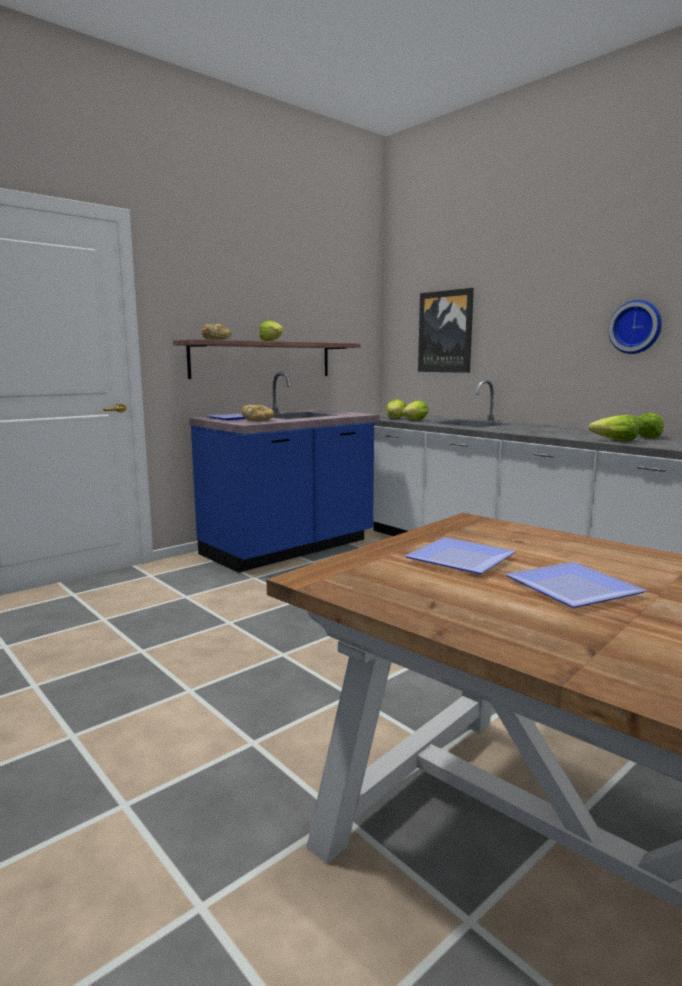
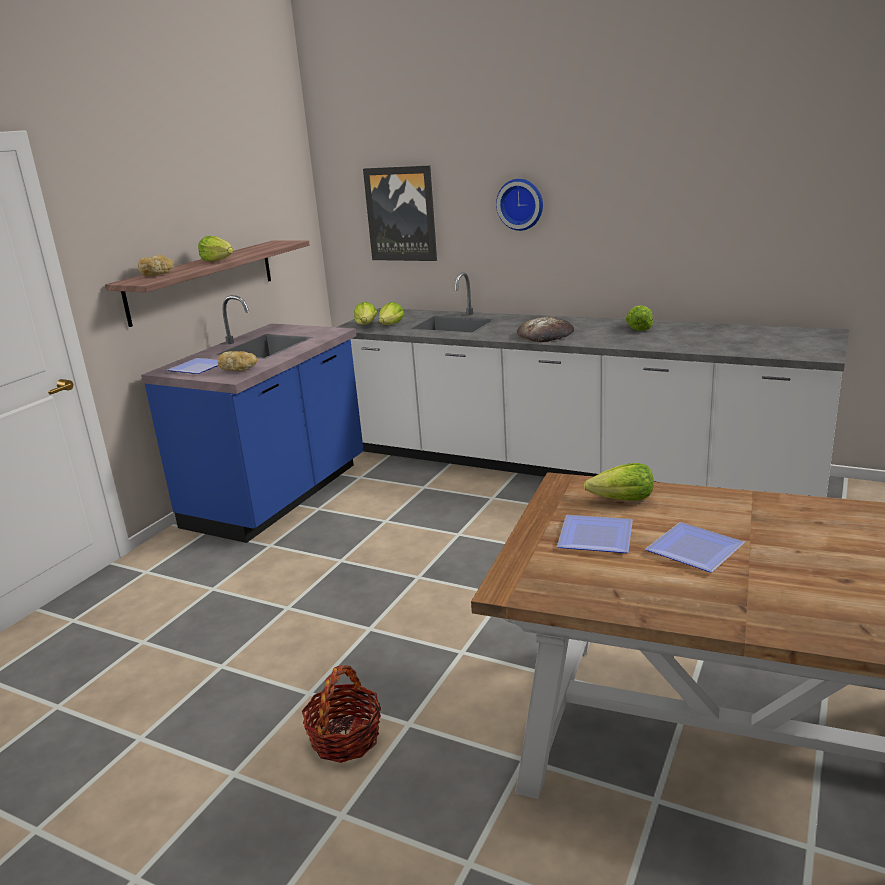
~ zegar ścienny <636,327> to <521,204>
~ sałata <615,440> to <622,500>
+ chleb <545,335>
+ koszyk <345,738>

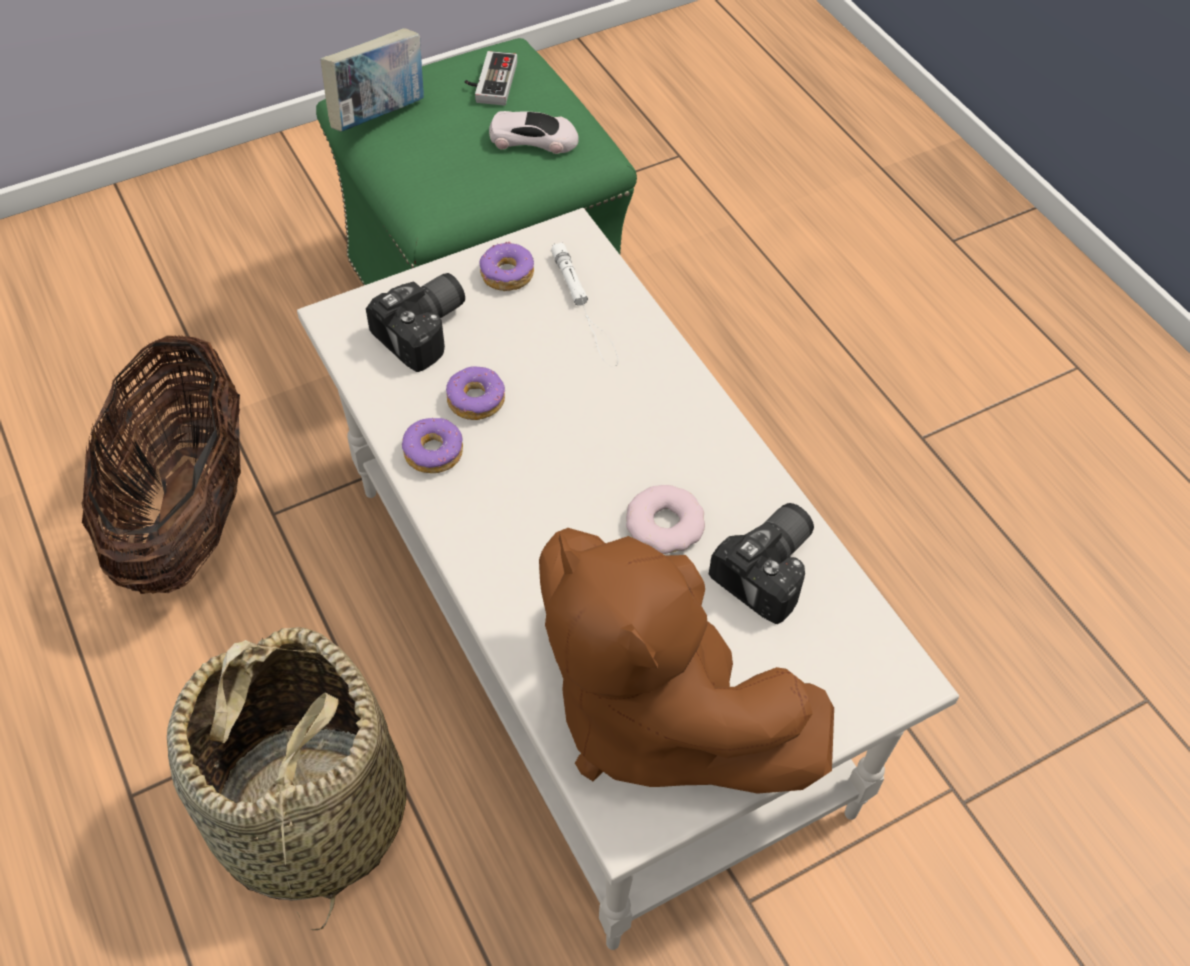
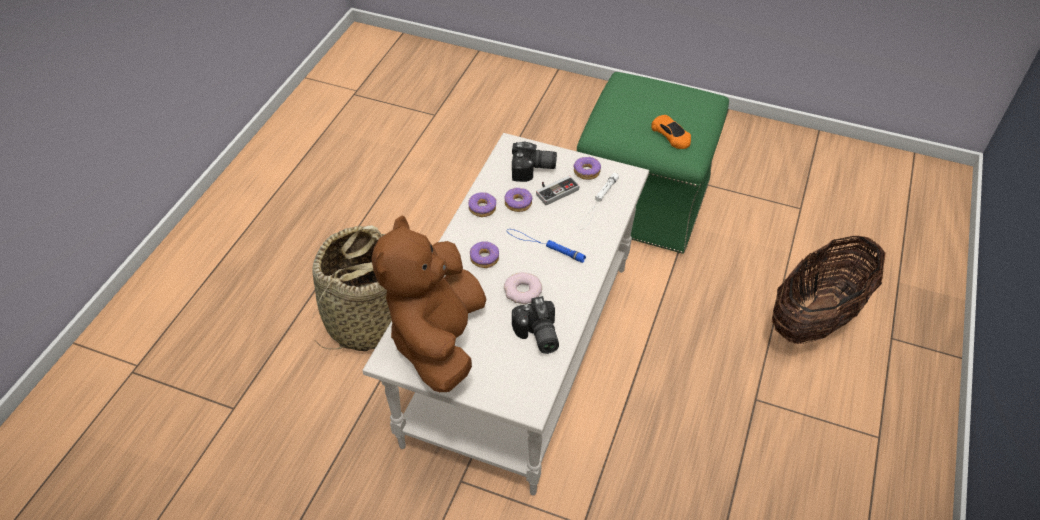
- książka <379,116>
~ pad do gier <489,82> to <555,190>
~ samochodzik (biały) <534,139> to samochodzik (pomarańczowy) <671,135>
~ koszyk <187,514> to <816,317>
~ aparat fotograficzny <772,571> = <536,336> 75 degrees clockwise
+ latarka (niebieski) <544,245>
+ donut <485,258>

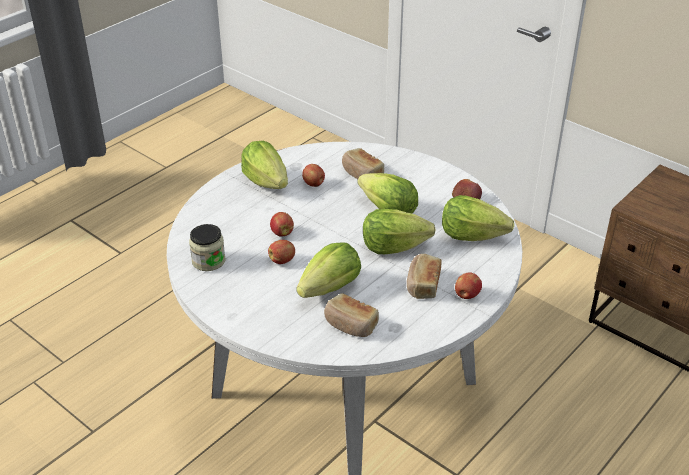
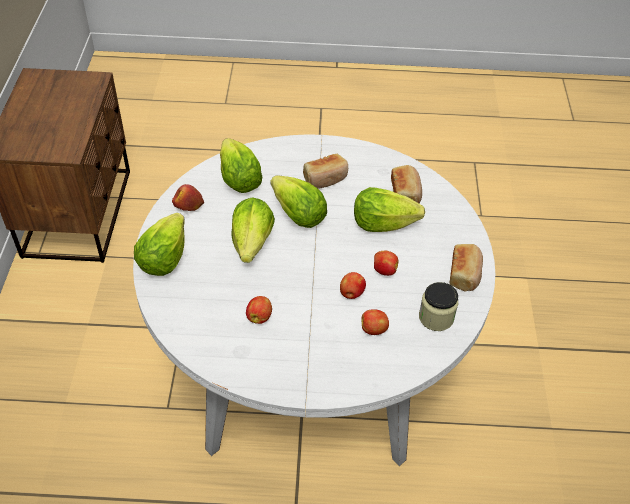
~ sałata <266,182> to <163,259>
~ chleb <362,173> to <465,274>
~ jabłko <466,295> to <374,329>

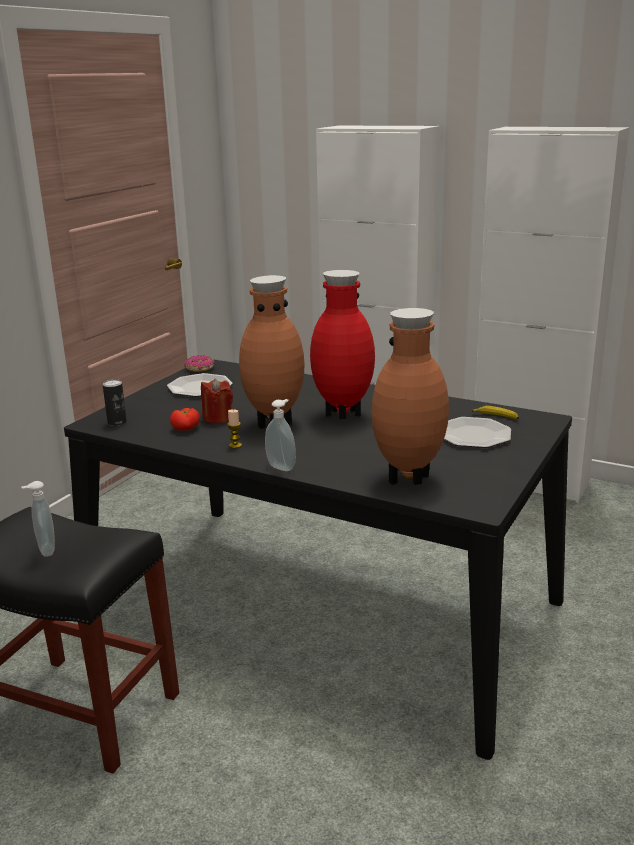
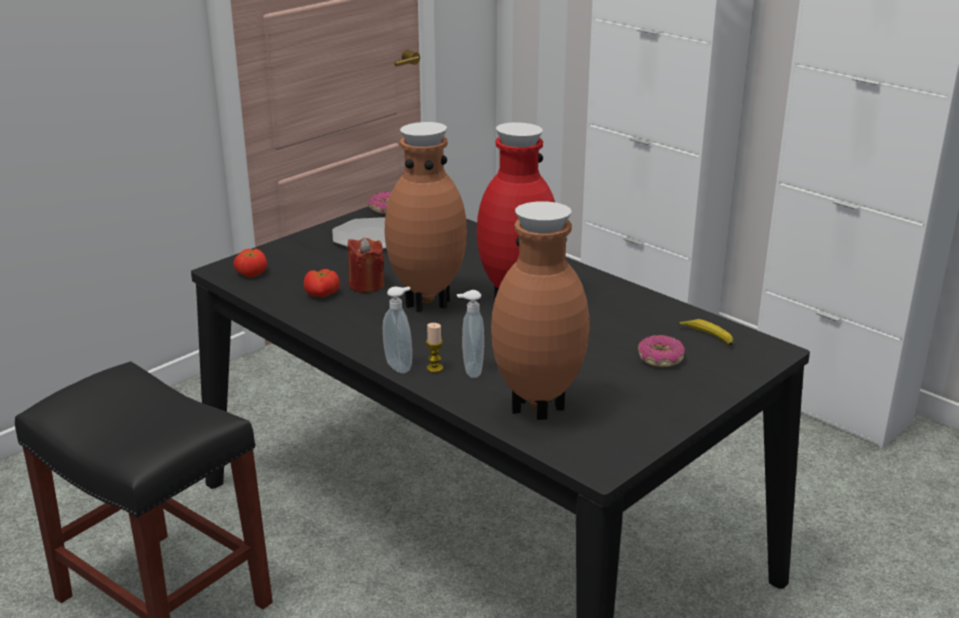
~ puszka <117,422> to pomidor <251,273>
~ świeca <235,445> to <435,368>
~ talerz <473,435> to donut <660,359>
~ dozownik mydła <45,550> to <470,370>

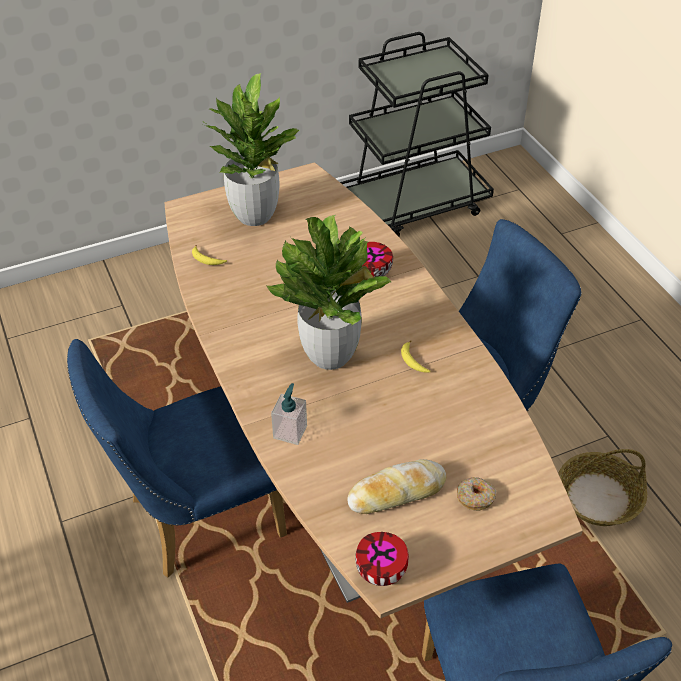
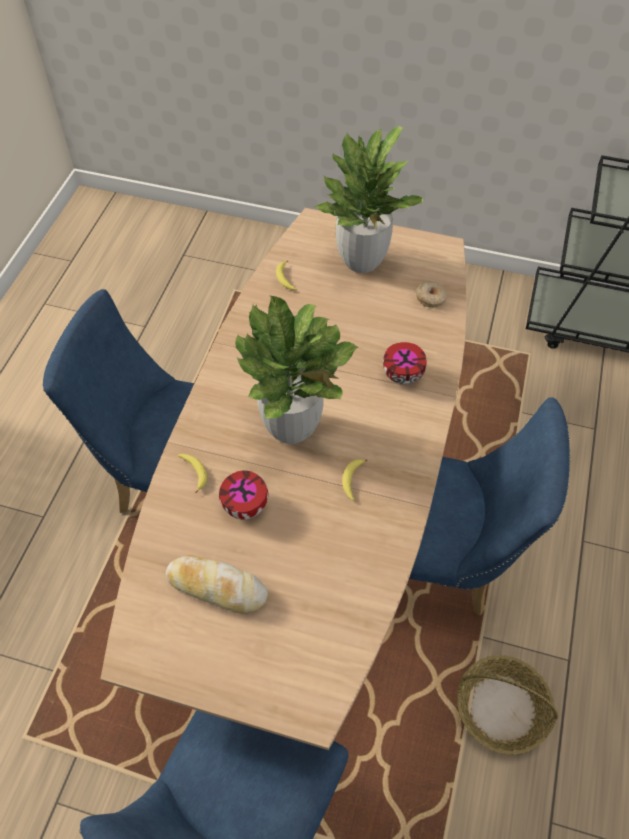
~ dozownik mydła <290,431> to banan <194,472>
~ donut <475,497> to <430,298>
~ miska <382,573> to <245,507>

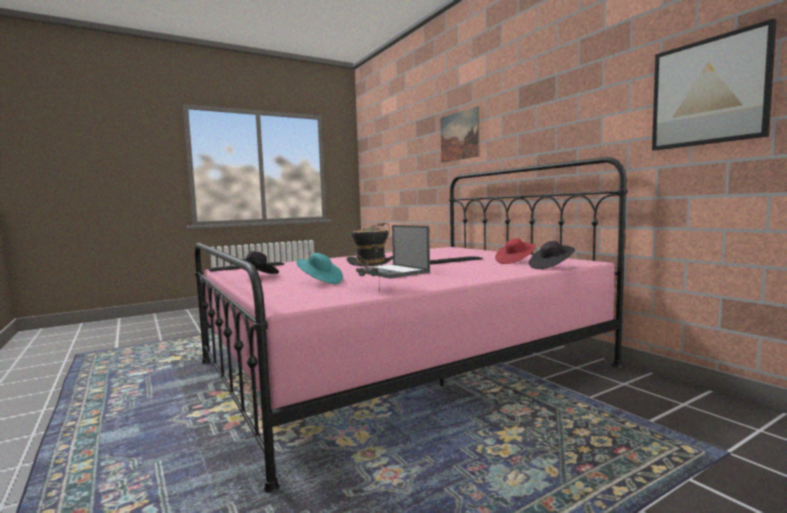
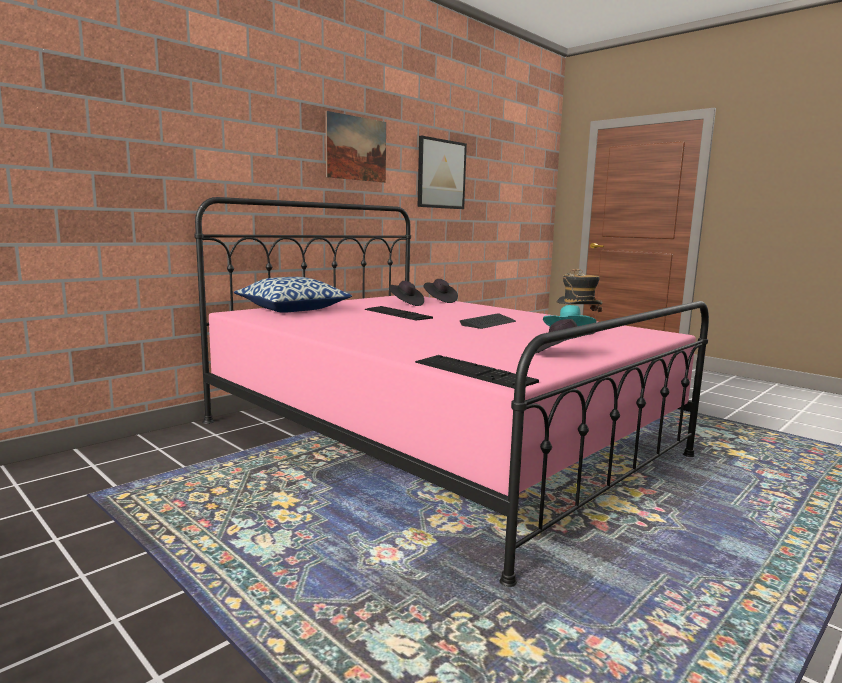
~ obraz <459,136> to <356,148>
~ laptop <393,272> to klawiatura <488,323>
~ kapelusz (czerwony) <515,262> to kapelusz (czarny) <405,304>
+ poduszka <292,310>

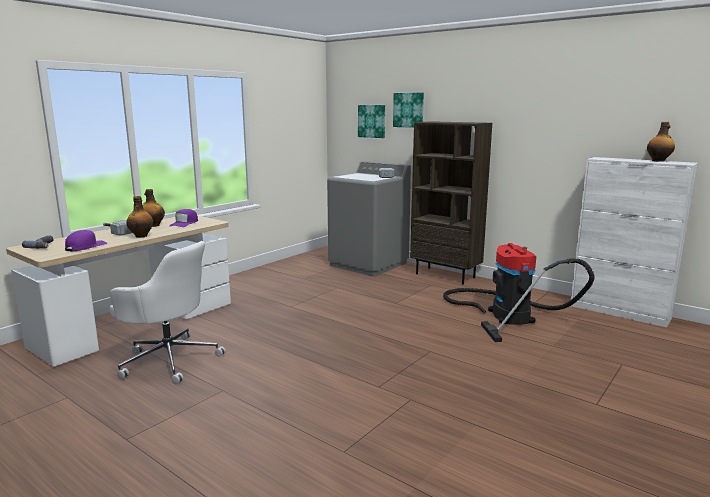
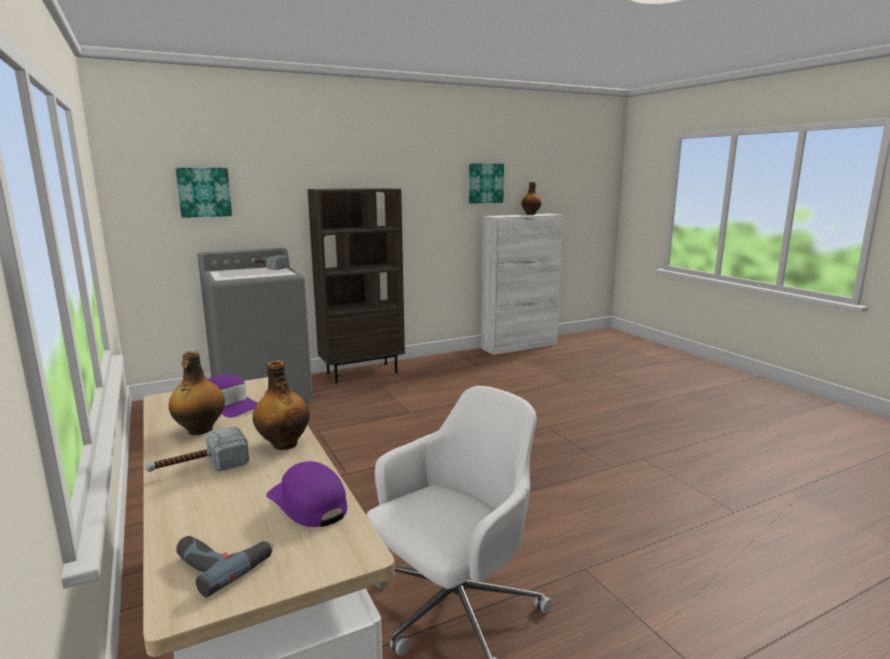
~ obraz <409,110> to <485,183>
- odkurzacz <507,314>

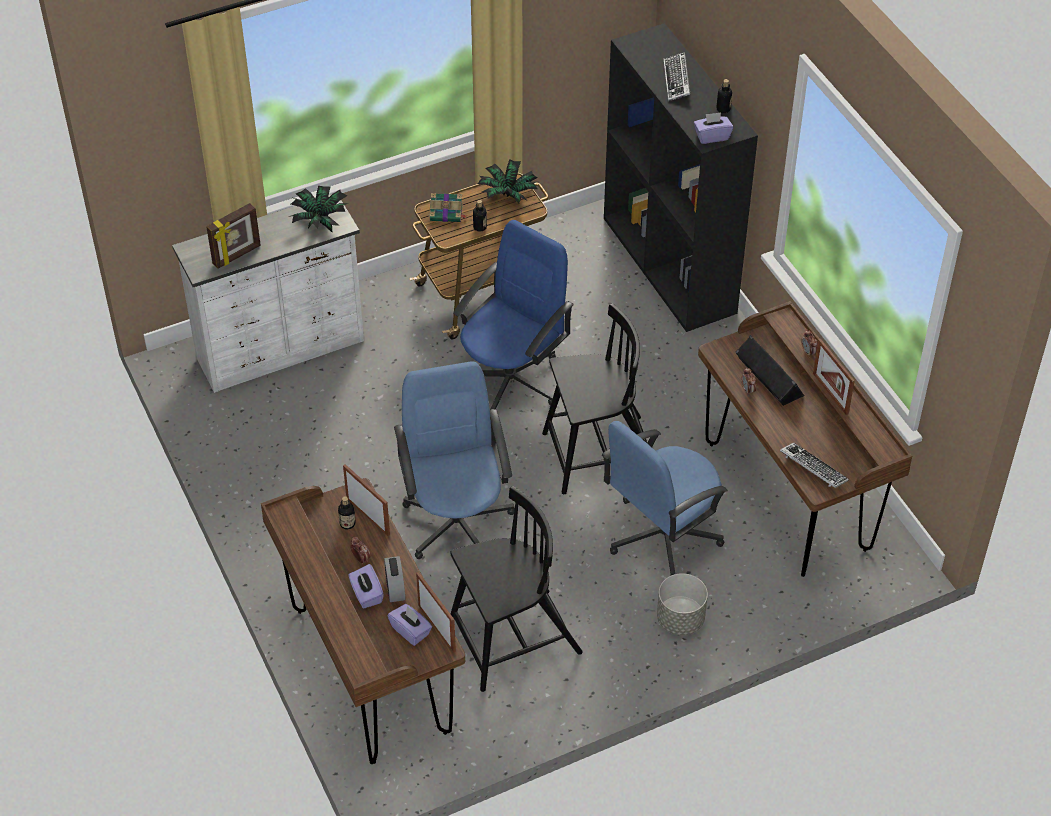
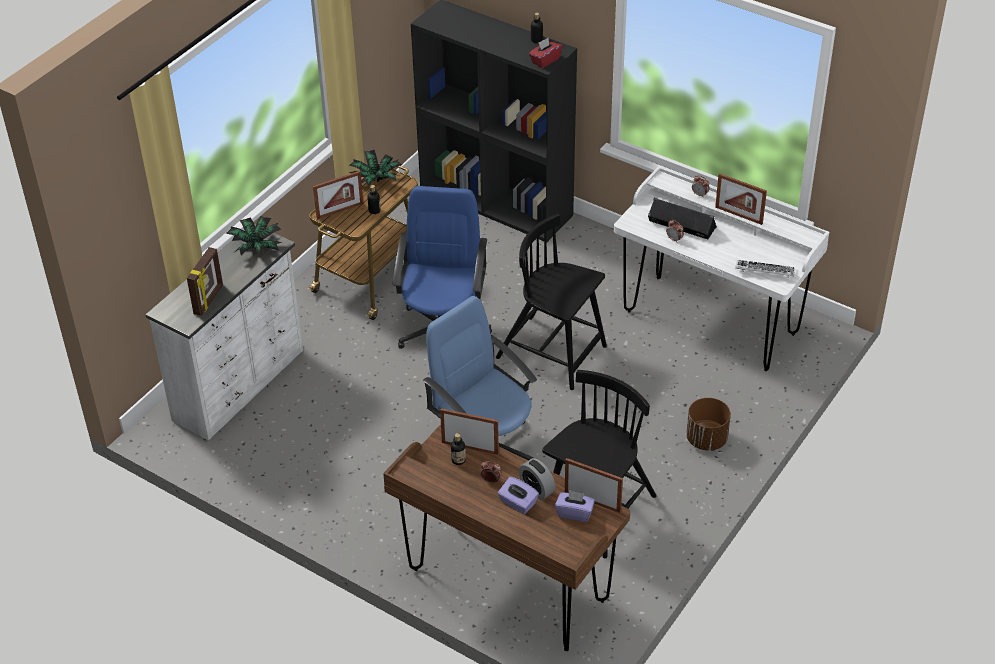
- klawiatura <676,80>
~ pudełko chusteczek (fioletowy) <712,136> to pudełko chusteczek (czerwony) <545,60>
~ książka <447,213> to ramka na zdjęcie <340,211>
~ biurko (brązowy) <787,496> to biurko (biały) <710,322>
~ krzesło (czarny) <598,454> = <553,353> 105 degrees counterclockwise
- krzesło biurowe (niebieski) <662,536>
~ donica (szary) <680,620> to donica (brązowy) <706,439>

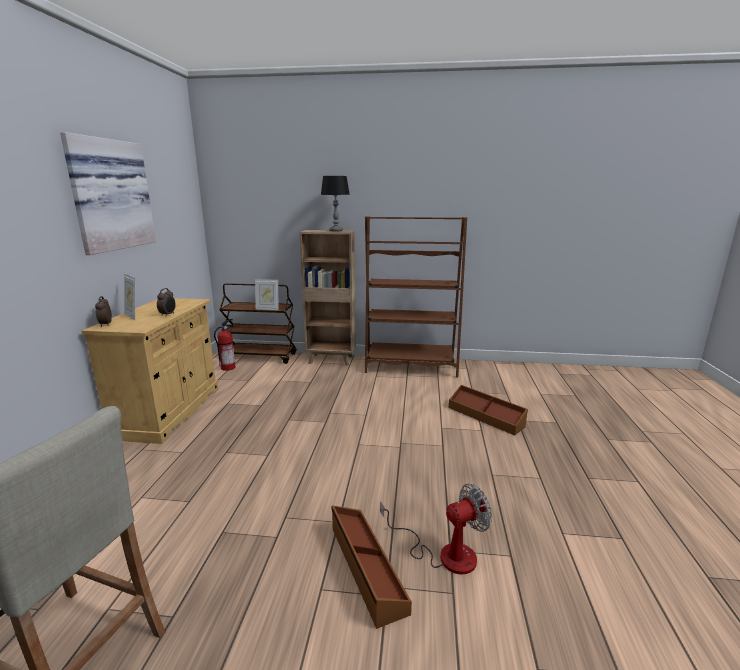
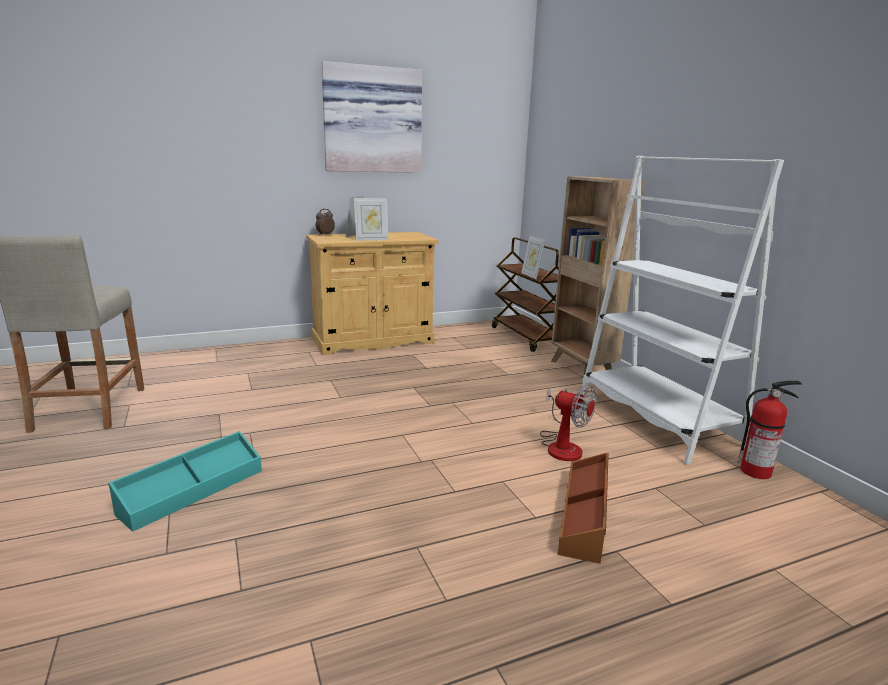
- lampa stołowa <336,231>
~ regał (brązowy) <410,366> to regał (biały) <656,419>
~ budzik <168,315> to ramka na zdjęcie <371,239>
~ gaśnica <228,367> to <756,471>
~ wentylator <444,553> to <562,445>
~ pojemnik do przechowywania (brązowy) <365,568> to pojemnik do przechowywania (turkusowy) <192,491>

